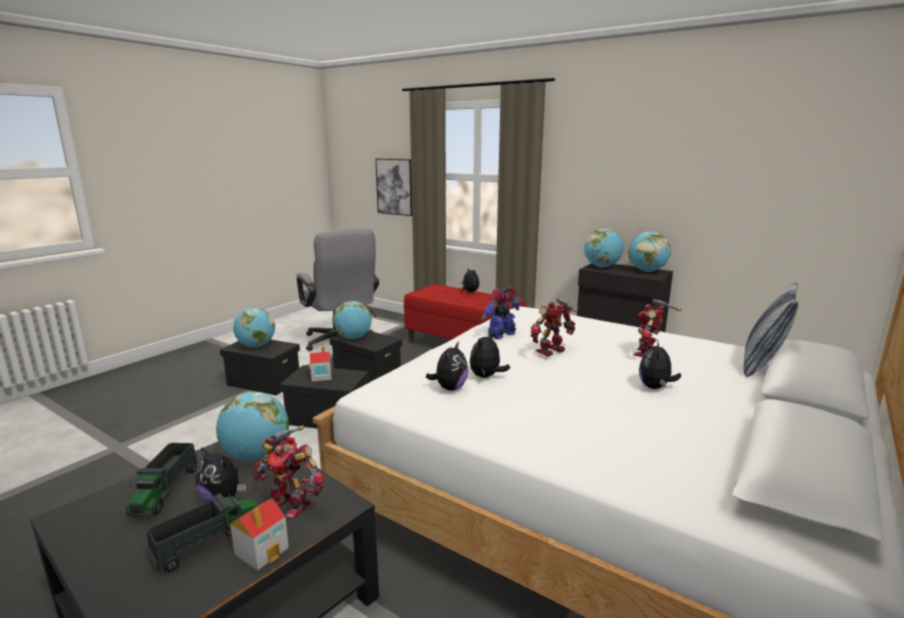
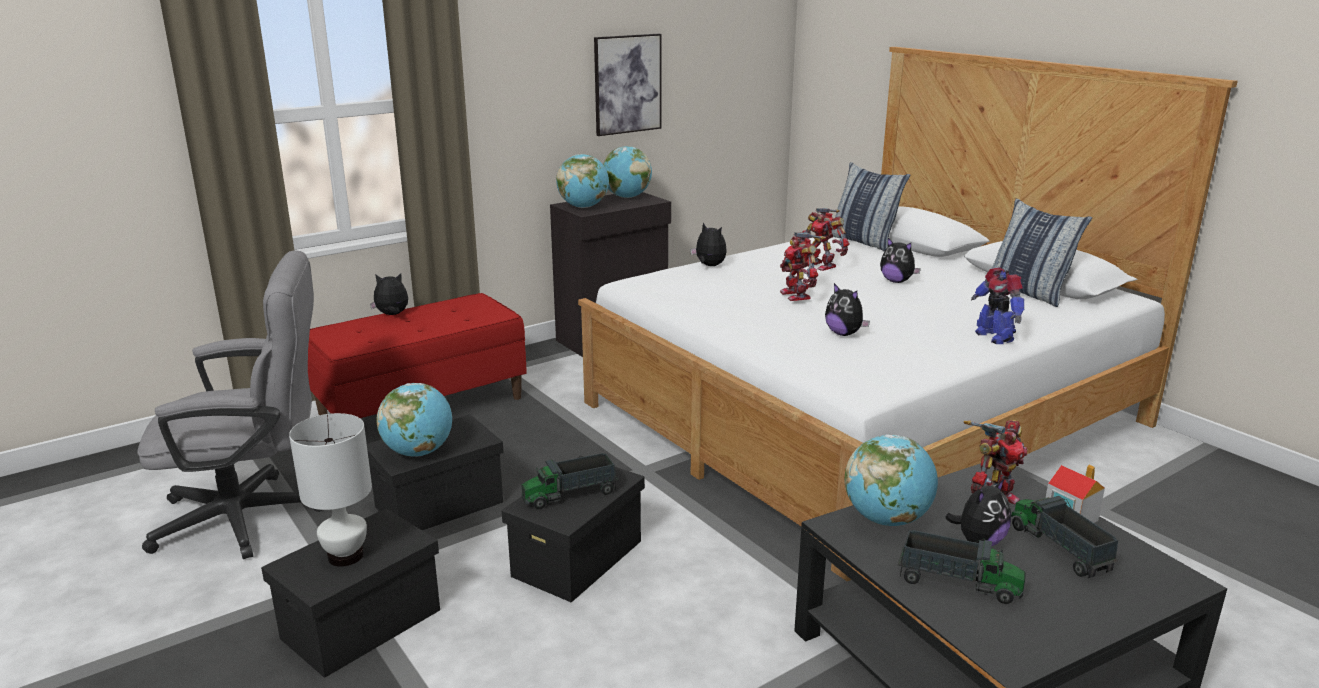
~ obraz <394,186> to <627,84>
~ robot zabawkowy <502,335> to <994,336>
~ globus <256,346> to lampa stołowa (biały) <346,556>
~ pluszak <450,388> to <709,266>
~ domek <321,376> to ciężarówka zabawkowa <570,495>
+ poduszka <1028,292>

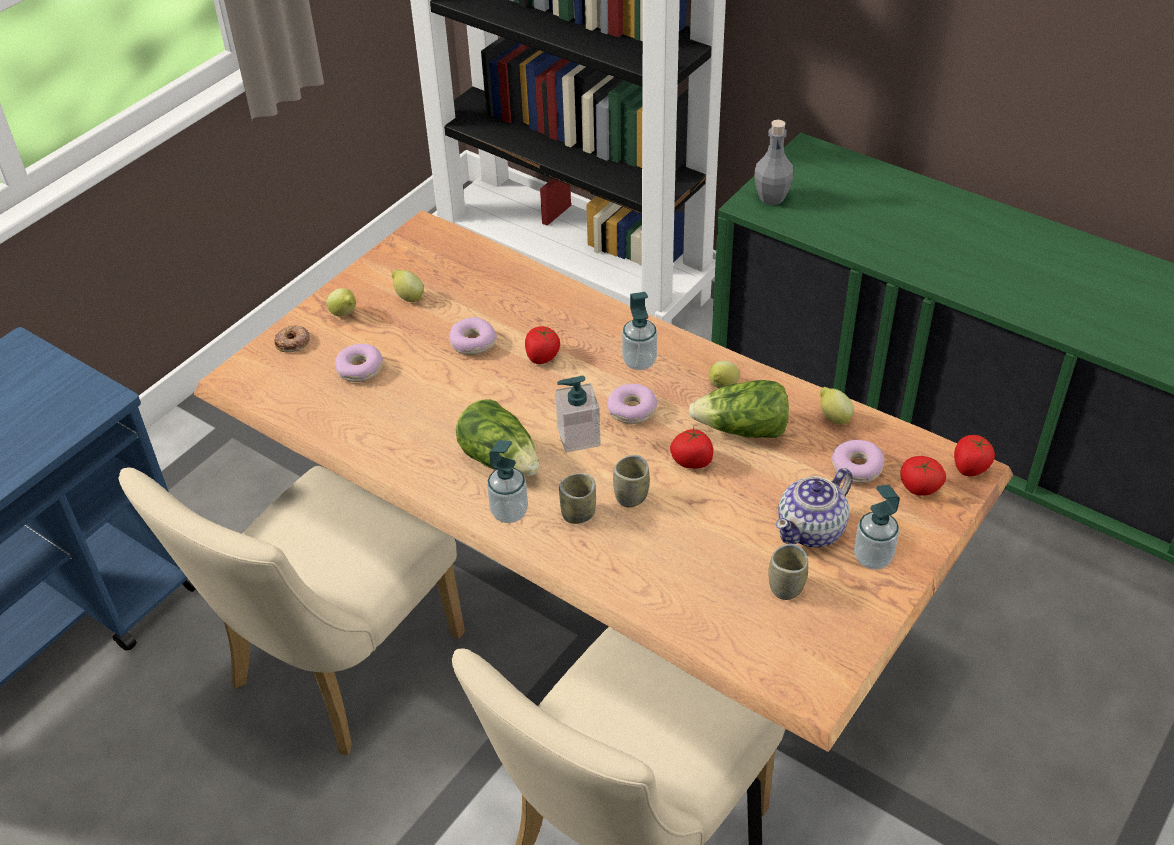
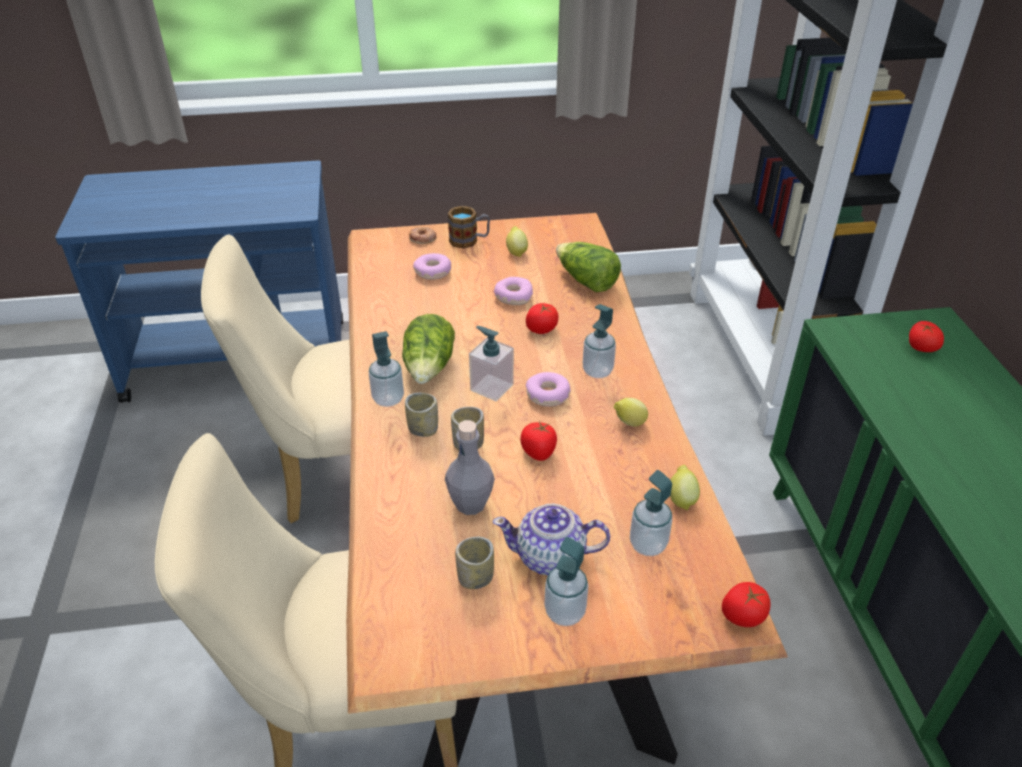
~ butelka (szary) <771,198> to <470,504>
~ cytryna <345,314> to kubek <469,240>
~ sałata <743,430> to <586,281>
~ donut <857,468> to dozownik mydła <648,544>
~ pomidor <919,487> to <921,348>

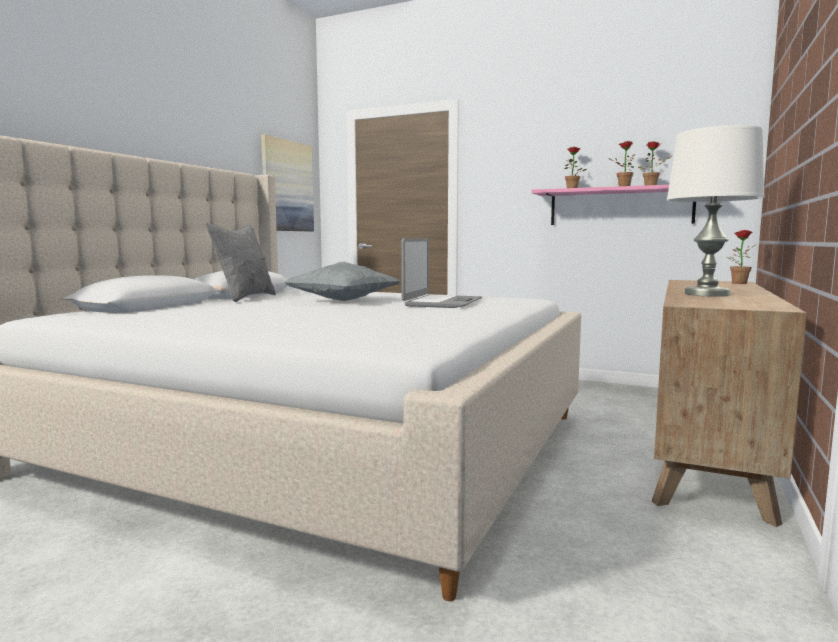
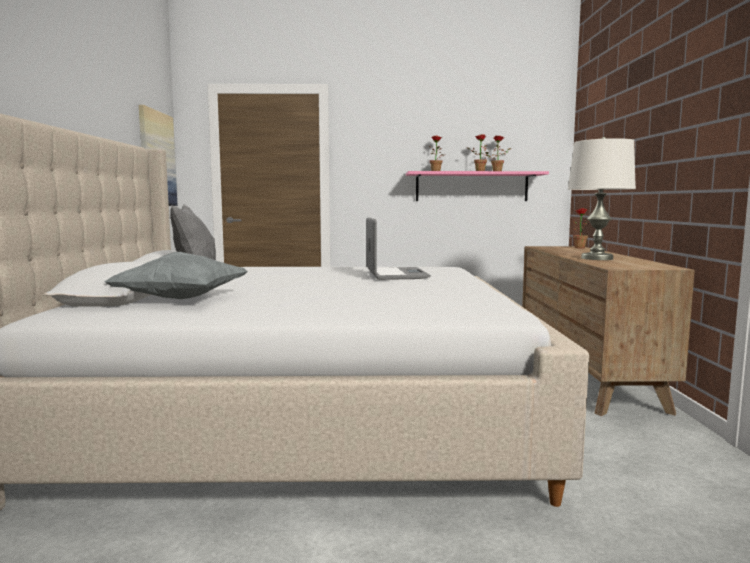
~ poduszka (szary) <344,301> to <182,299>

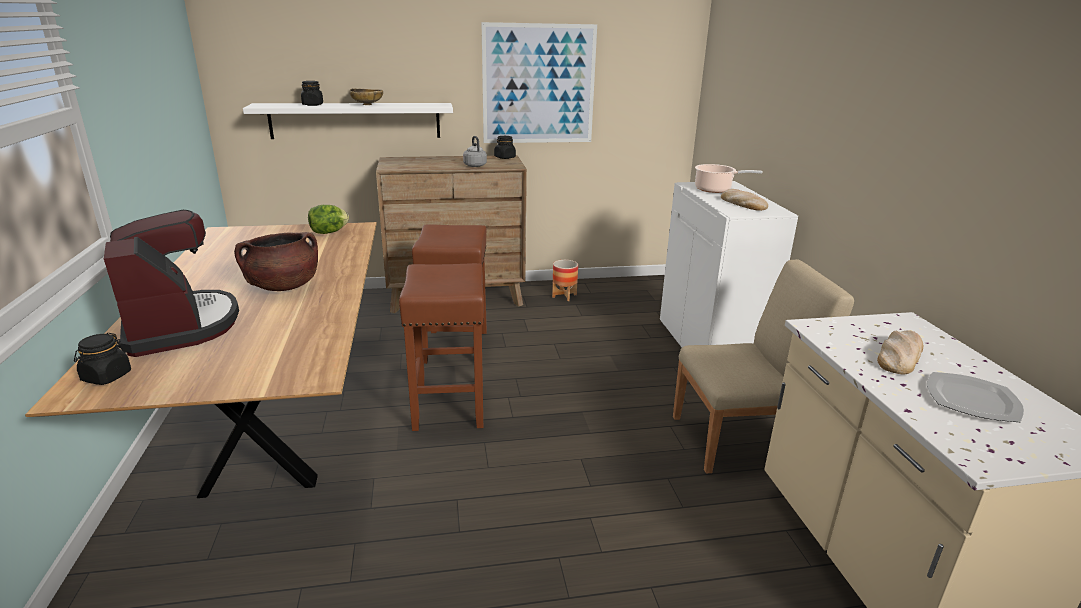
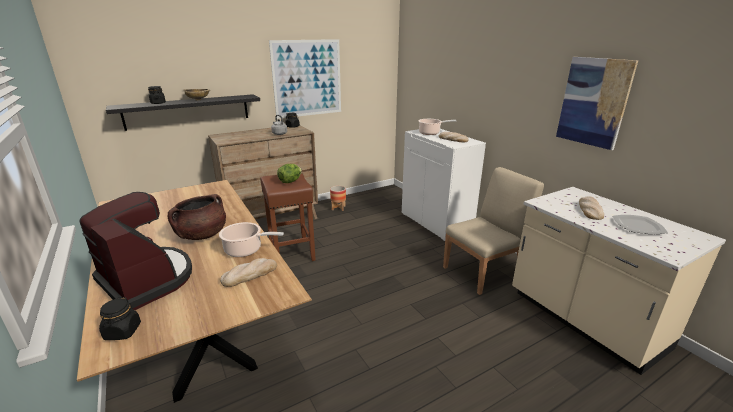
~ półka (biały) <355,120> to półka (czarny) <188,111>
~ sałata <328,232> to <290,181>
- stołek (brązowy) <449,406>
+ obraz <593,102>
+ garnek <245,250>
+ chleb <249,274>

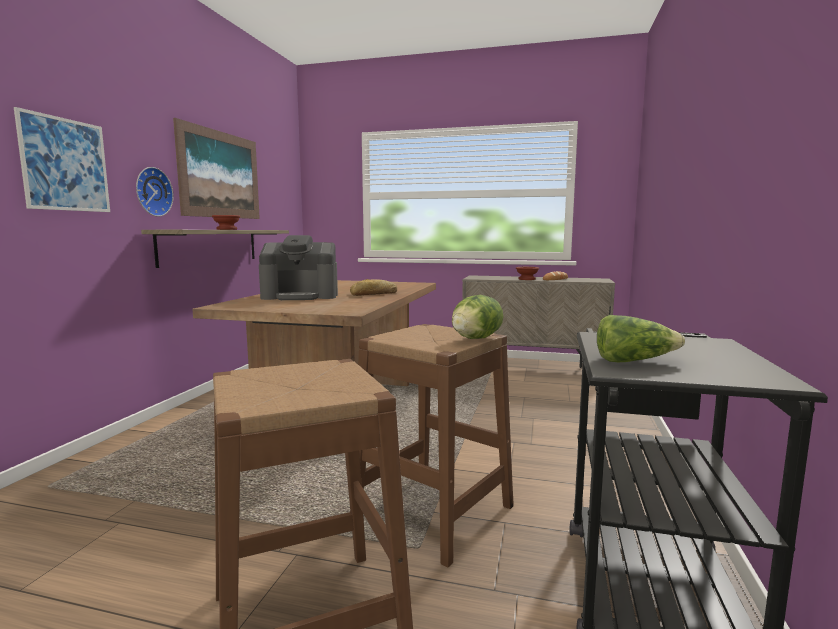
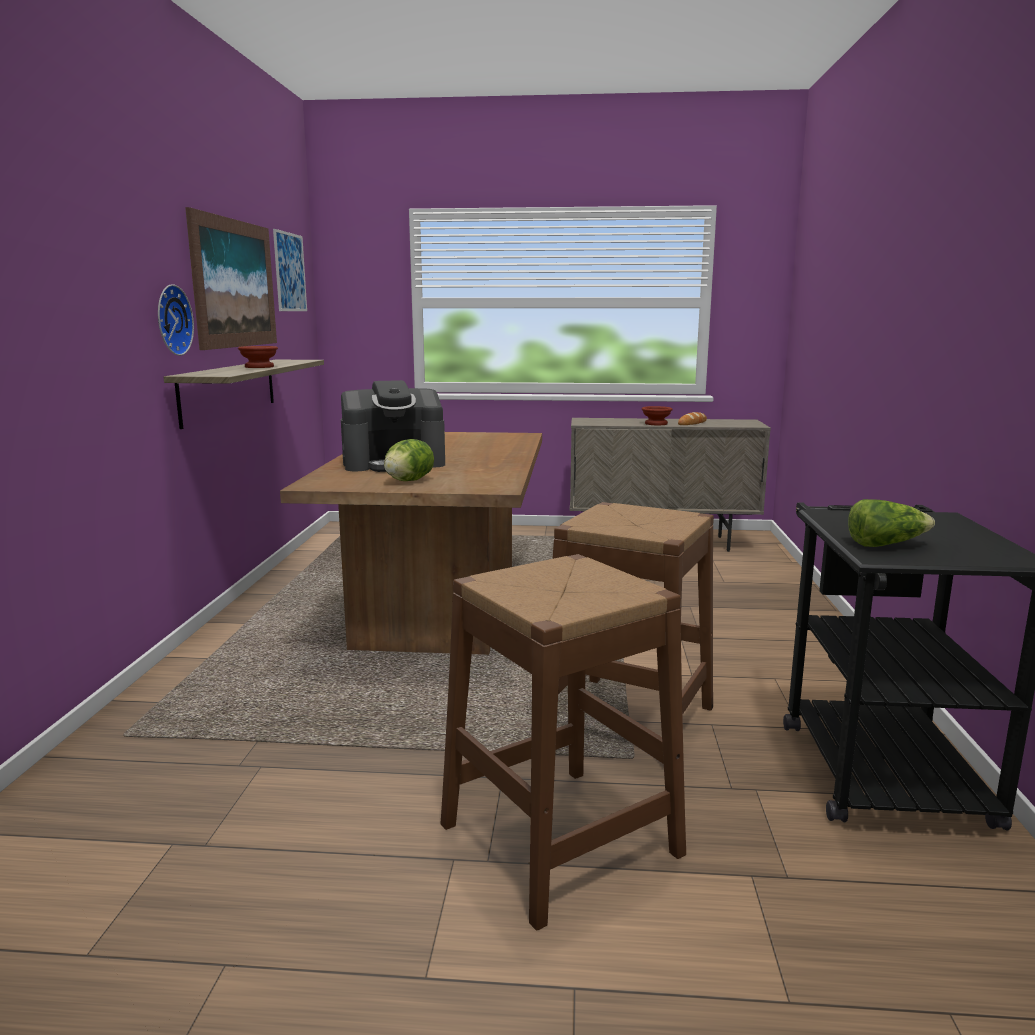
~ obraz <65,164> to <290,272>
- chleb <374,294>
~ sałata <475,339> to <408,481>

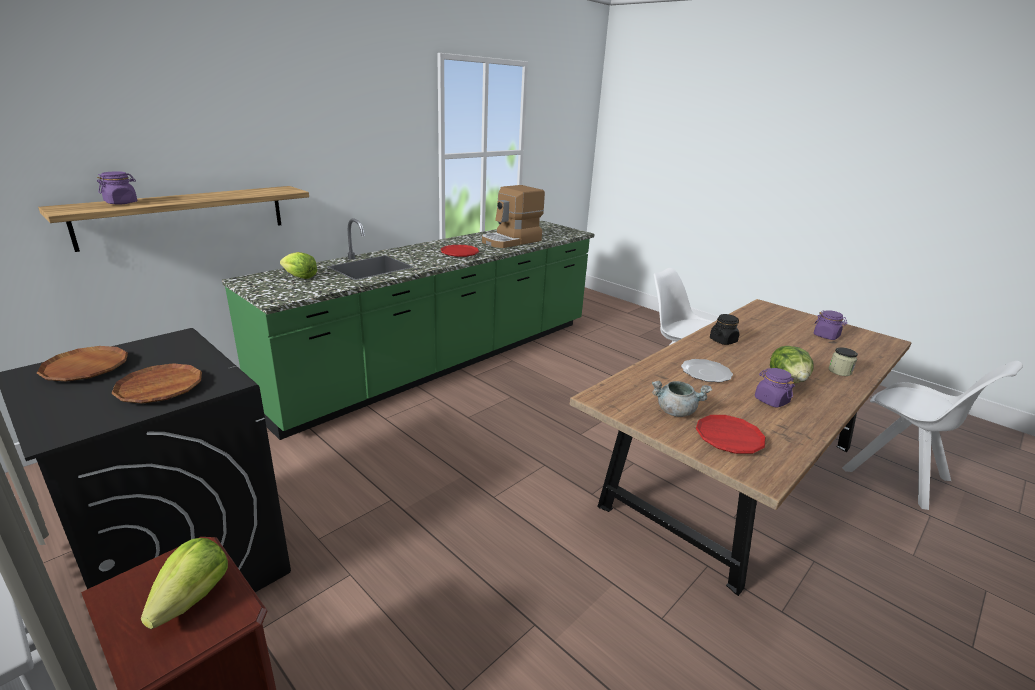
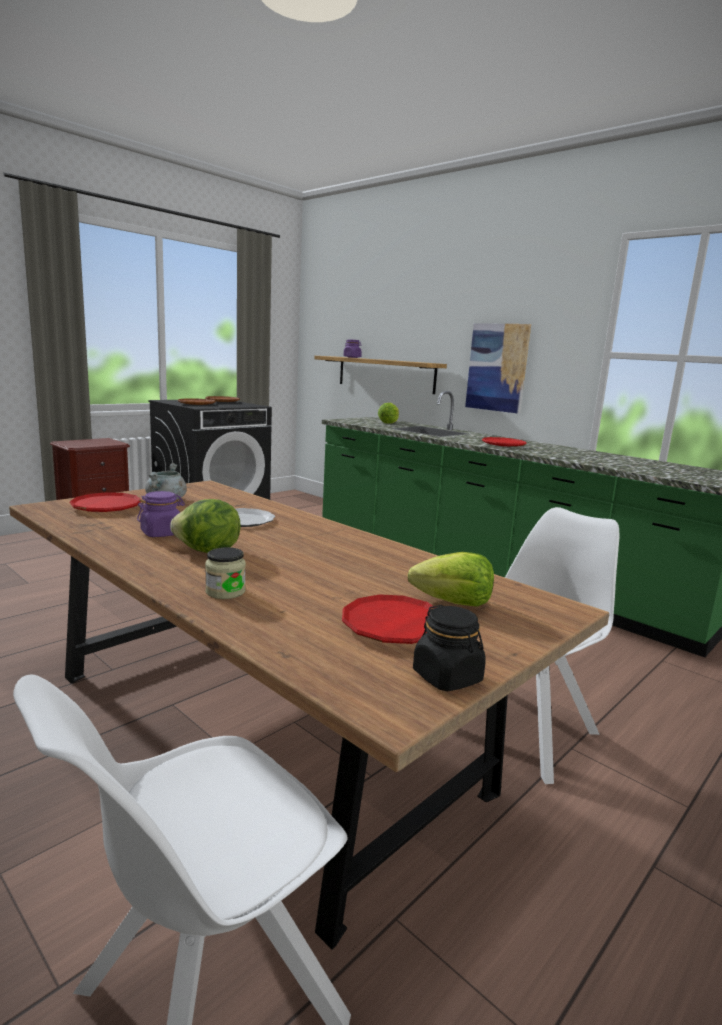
- ekspres do kawy <511,241>
~ słoik (fioletowy) <826,336> to talerz (czerwony) <393,626>
~ słoik (czarny) <723,341> to <447,677>
~ sałata <193,598> to <453,603>
+ obraz <497,367>

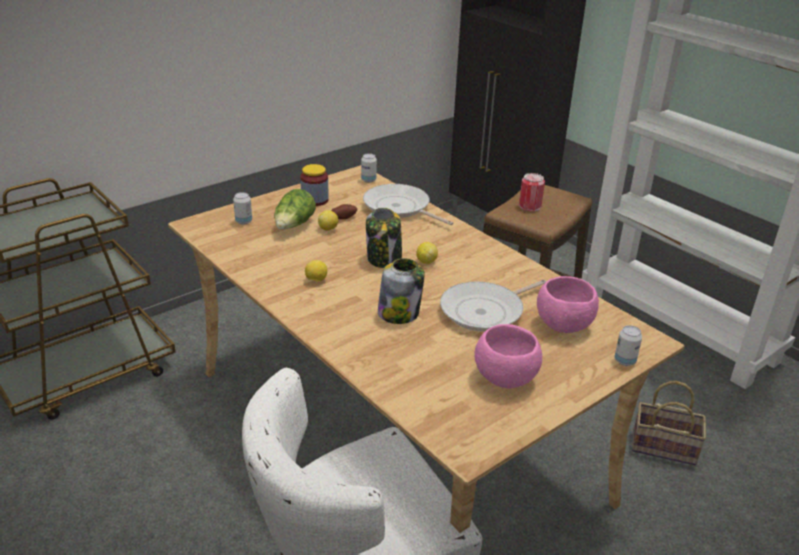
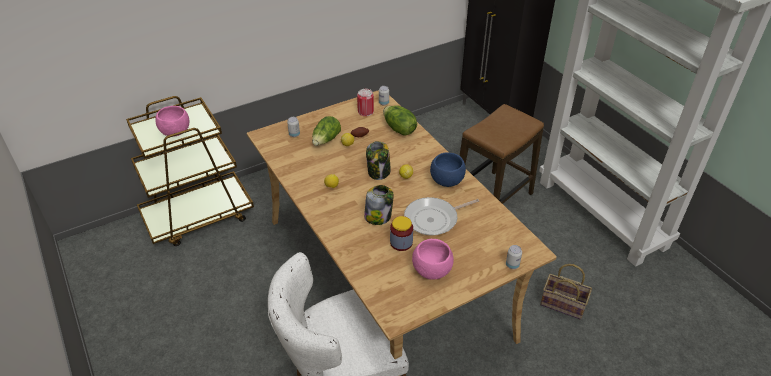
~ słoik <315,200> to <401,243>
~ puszka <530,206> to <365,111>
~ patelnia <399,208> to sałata <399,129>
~ miska (różowy) <563,326> to <175,132>
+ miska (niebieski) <447,181>

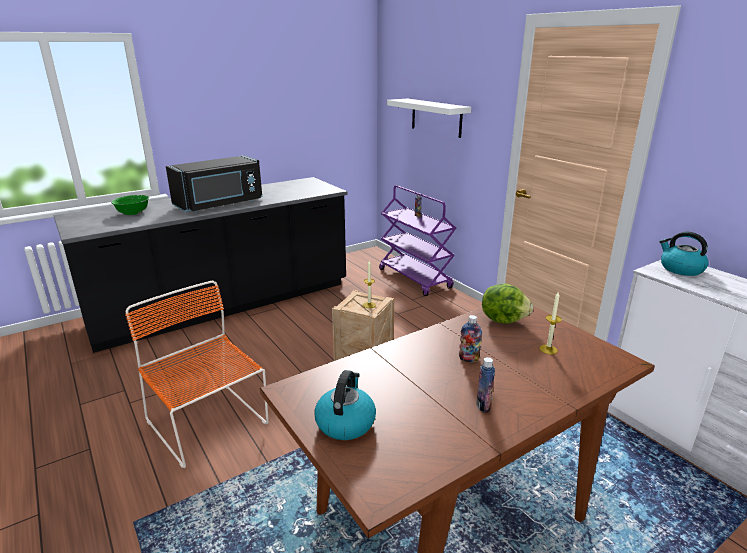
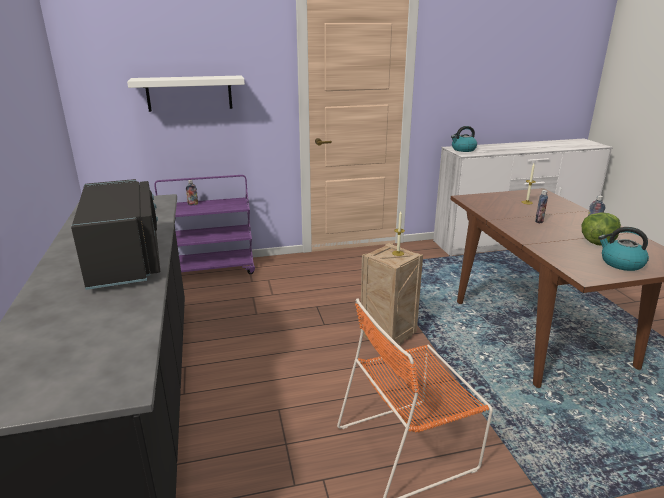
- miska (zielony) <133,212>
~ sałata <503,319> to <597,243>

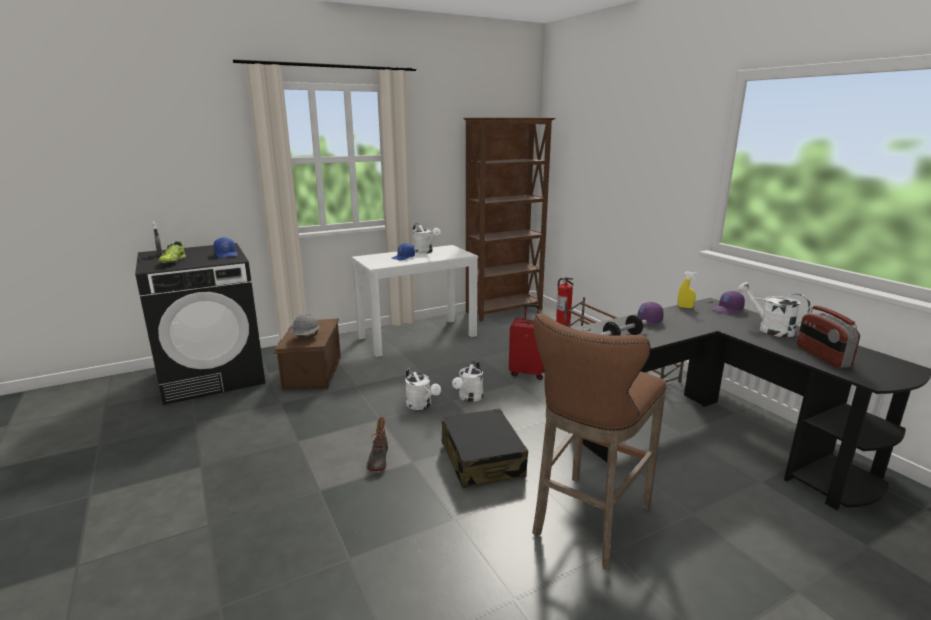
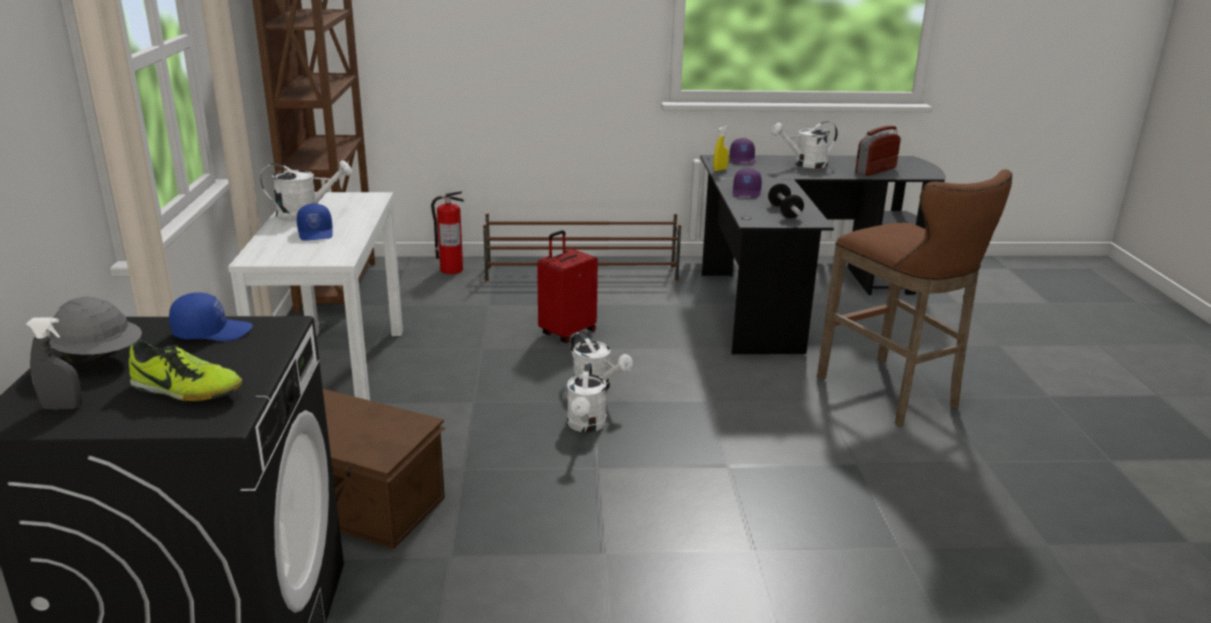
~ radio <822,356> = <875,170> 120 degrees clockwise
~ kask (szary) <305,337> to <101,358>
~ konewka (biały) <421,405> = <586,426> 105 degrees clockwise
- walizka (czarny) <482,460>
- but z cholewką <378,459>

